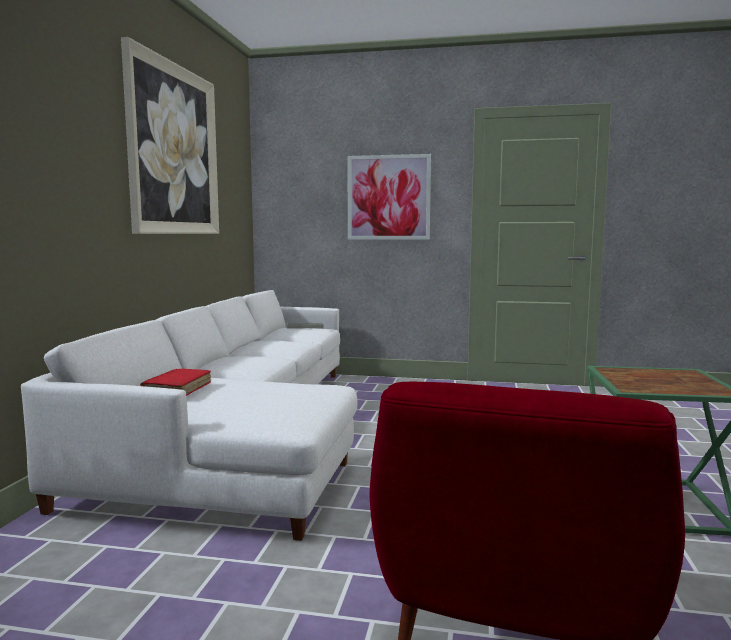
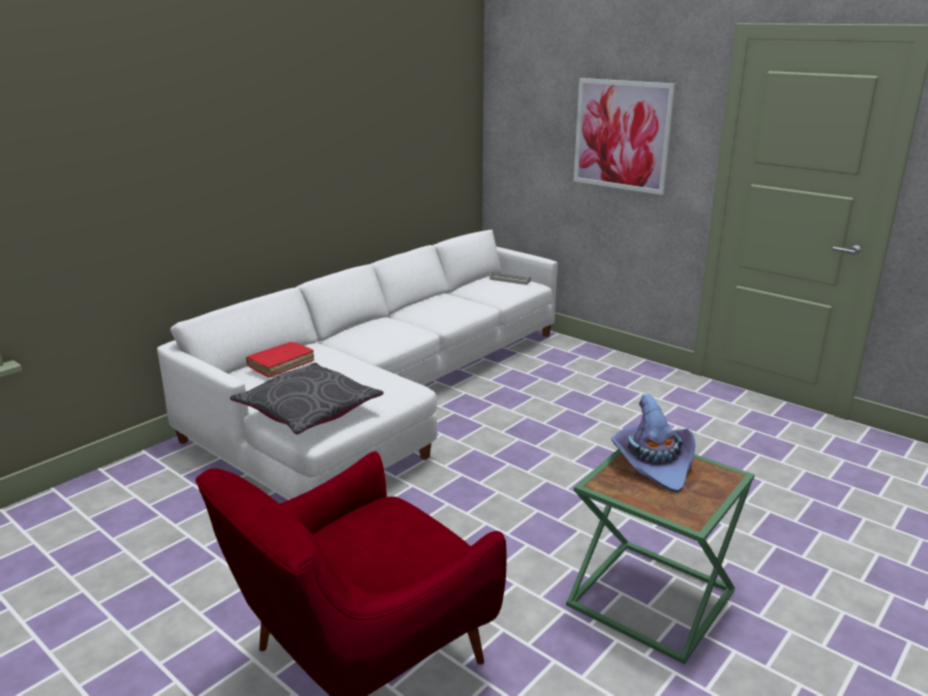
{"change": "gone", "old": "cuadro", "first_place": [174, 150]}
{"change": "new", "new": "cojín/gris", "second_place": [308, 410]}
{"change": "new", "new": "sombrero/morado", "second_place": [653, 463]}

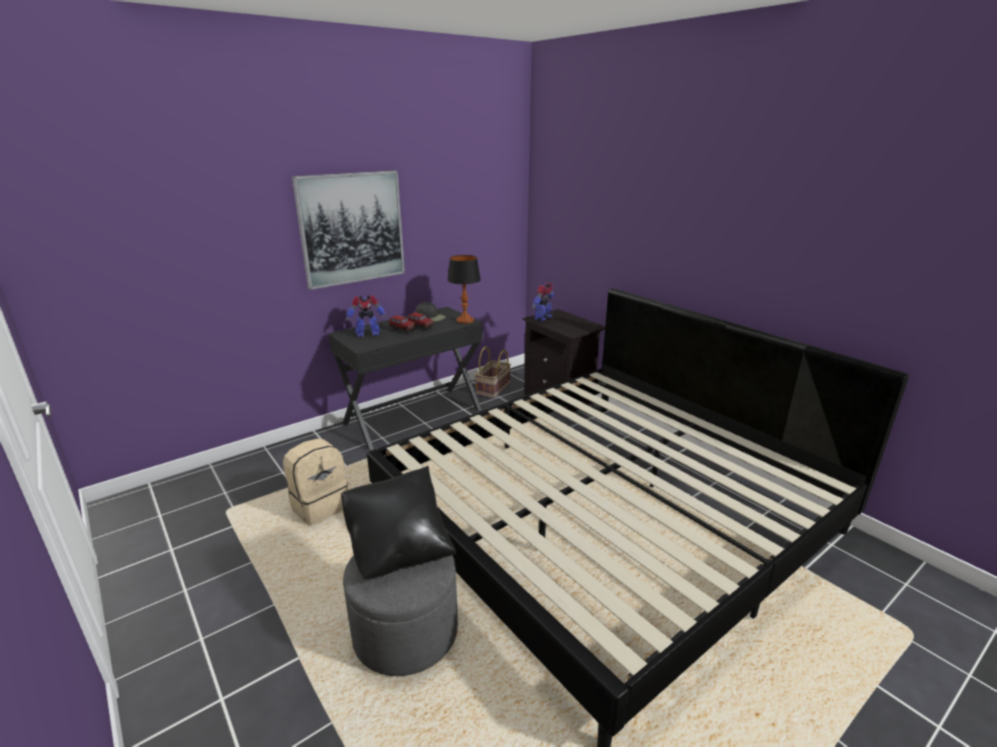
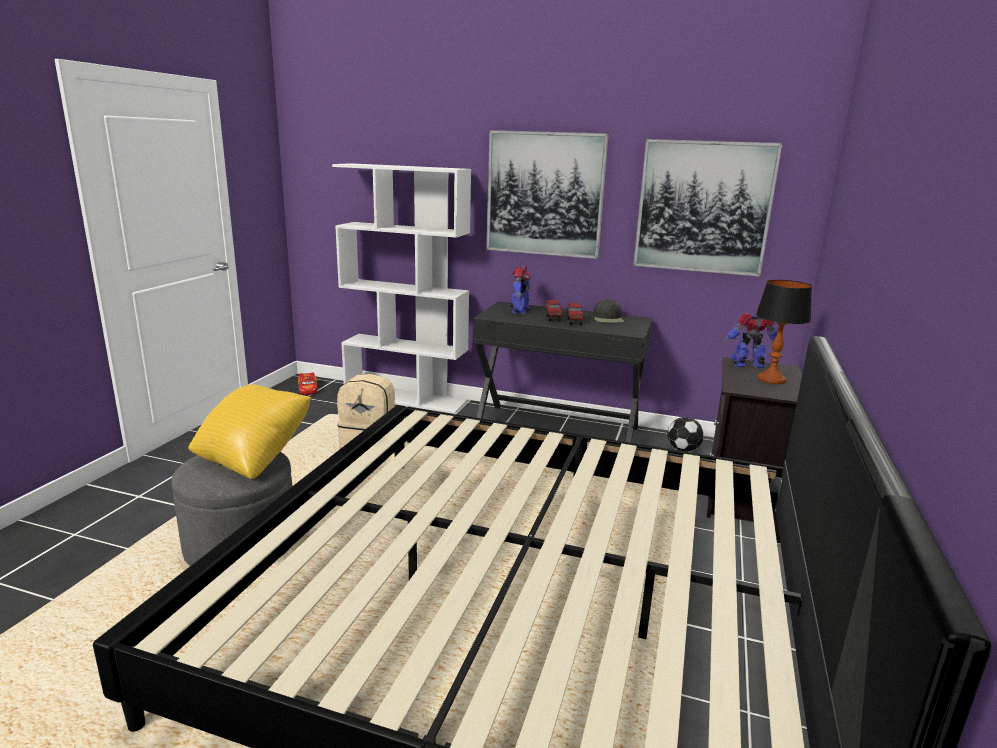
{"change": "repainted", "old": "cojín/negro", "new": "cojín/amarillo", "first_place": [399, 548], "second_place": [254, 458]}
{"change": "rotated", "old": "robot de juguete", "first_place": [367, 334], "second_place": [519, 311], "degrees": -120}
{"change": "shifted", "old": "lámpara de mesa", "first_place": [465, 321], "second_place": [771, 379]}
{"change": "swapped", "old": "cesta", "new": "balón de fútbol", "first_place": [493, 389], "second_place": [683, 450]}
{"change": "new", "new": "coche de juguete", "second_place": [308, 389]}
{"change": "new", "new": "estantería/blanco", "second_place": [406, 398]}
{"change": "new", "new": "cuadro", "second_place": [703, 207]}

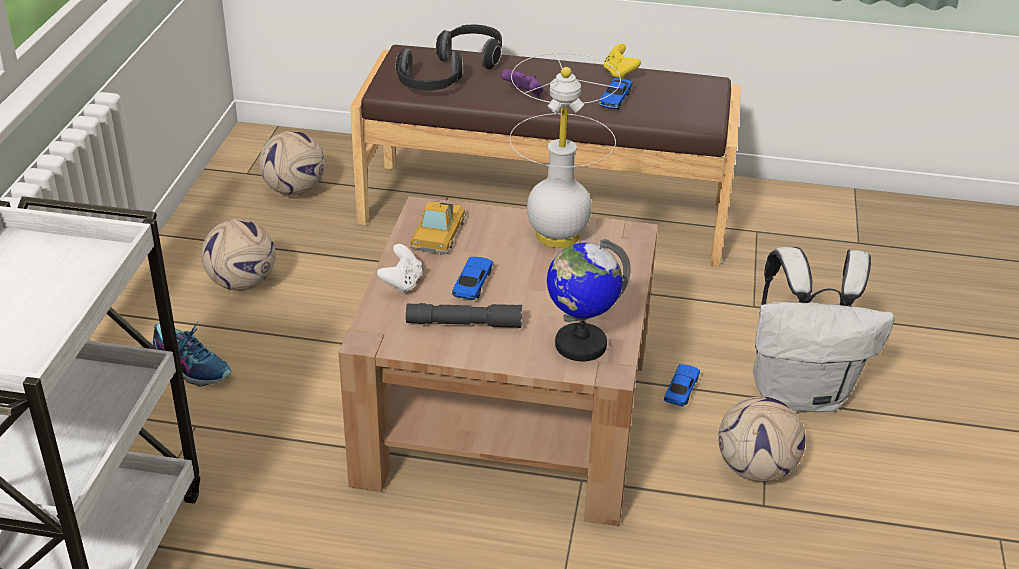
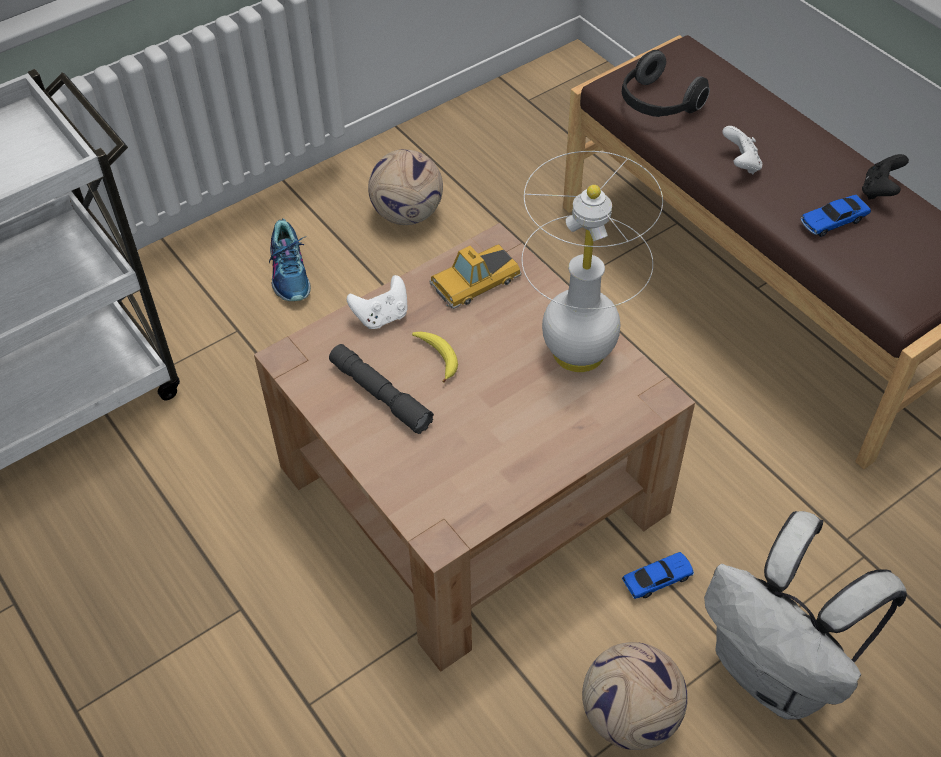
{"change": "gone", "old": "balón de fútbol", "first_place": [294, 191]}
{"change": "gone", "old": "auriculares", "first_place": [472, 56]}
{"change": "swapped", "old": "coche de juguete", "new": "plátano", "first_place": [472, 284], "second_place": [437, 357]}
{"change": "repainted", "old": "mando de consola/morado", "new": "mando de consola/blanco", "first_place": [523, 95], "second_place": [740, 164]}
{"change": "gone", "old": "globo terráqueo", "first_place": [580, 344]}
{"change": "repainted", "old": "mando de consola/amarillo", "new": "mando de consola/negro", "first_place": [619, 74], "second_place": [879, 191]}

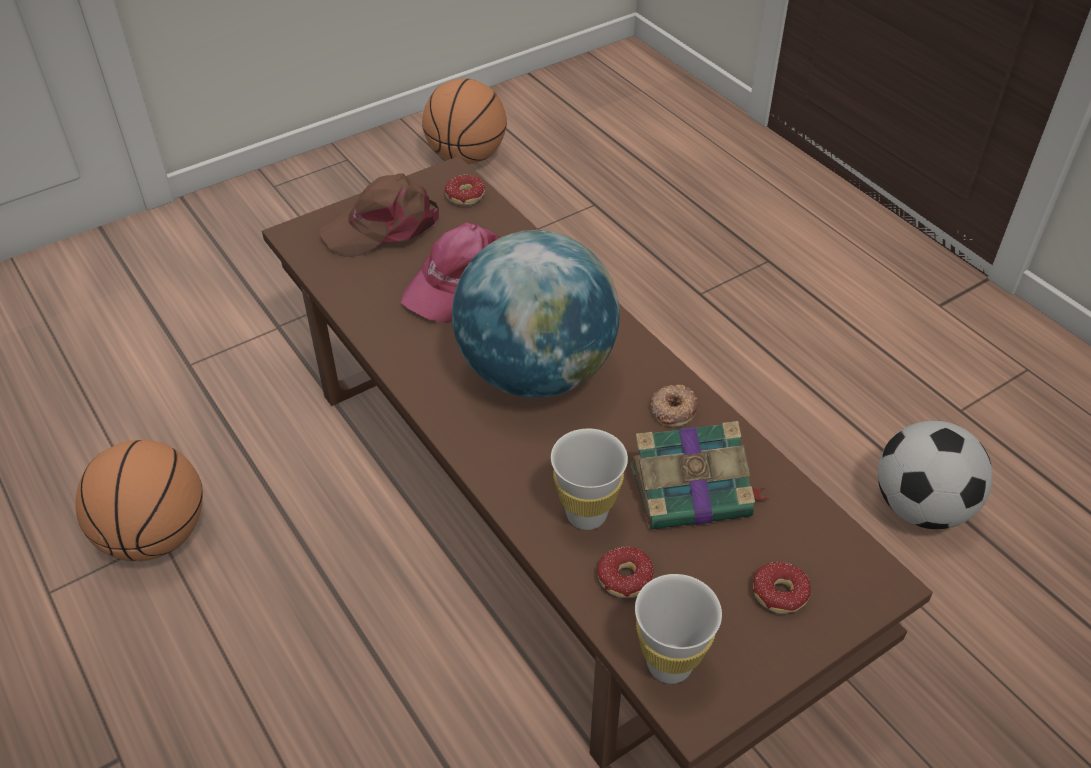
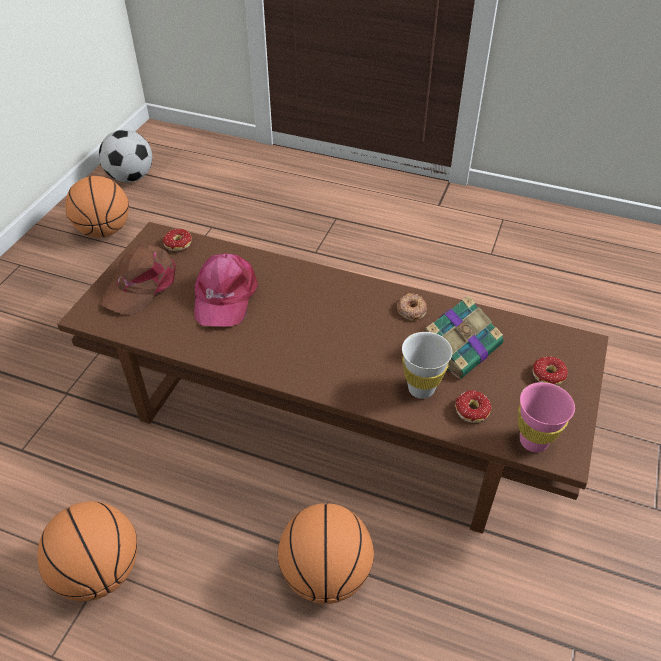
{"change": "gone", "old": "globo terráqueo", "first_place": [536, 372]}
{"change": "repainted", "old": "taza/blanco", "new": "taza/rosa", "first_place": [669, 664], "second_place": [533, 441]}
{"change": "shifted", "old": "balón de fútbol", "first_place": [920, 507], "second_place": [131, 177]}
{"change": "new", "new": "balón de baloncesto", "second_place": [326, 573]}

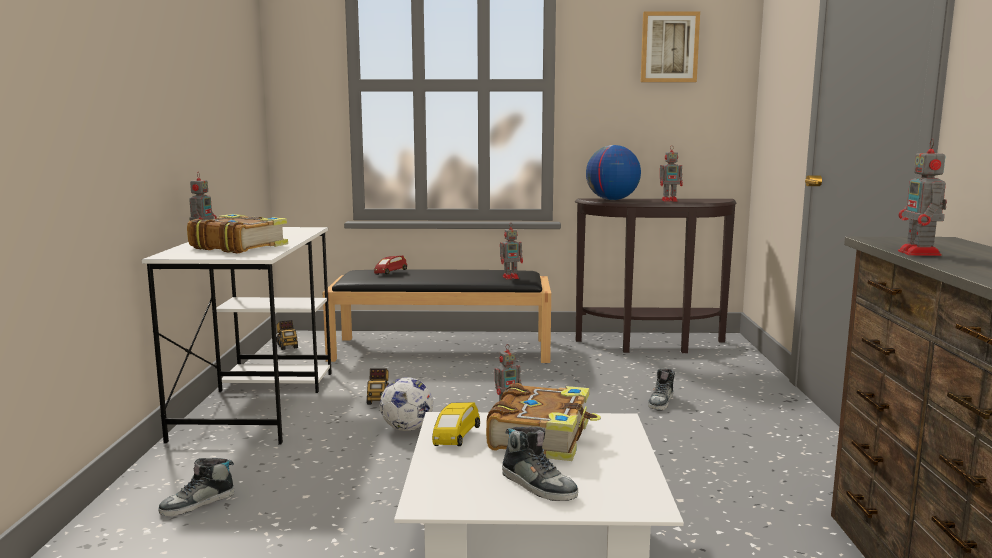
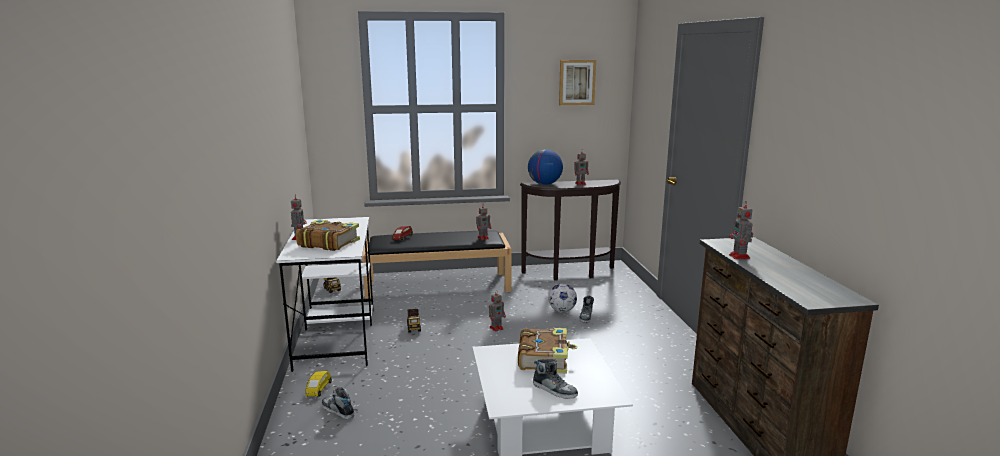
{"change": "rotated", "old": "zapato", "first_place": [198, 503], "second_place": [338, 411], "degrees": 90}
{"change": "shifted", "old": "balón de fútbol", "first_place": [407, 429], "second_place": [562, 311]}
{"change": "shifted", "old": "coche de juguete/amarillo", "first_place": [455, 438], "second_place": [318, 390]}

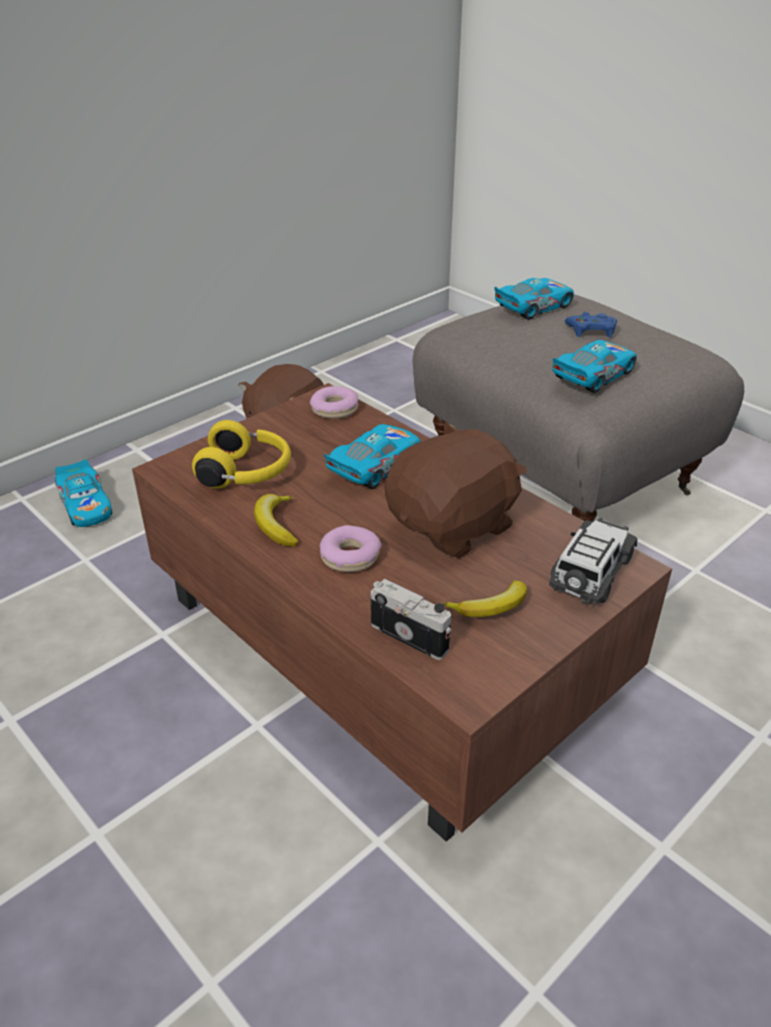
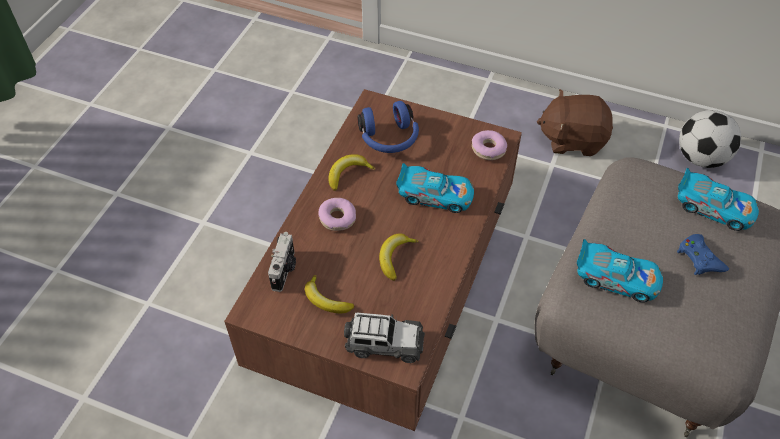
{"change": "gone", "old": "coche de juguete", "first_place": [86, 505]}
{"change": "repainted", "old": "auriculares/amarillo", "new": "auriculares/azul", "first_place": [247, 473], "second_place": [389, 139]}
{"change": "swapped", "old": "peluche/marrón", "new": "plátano", "first_place": [454, 526], "second_place": [395, 257]}
{"change": "new", "new": "balón de fútbol", "second_place": [701, 158]}

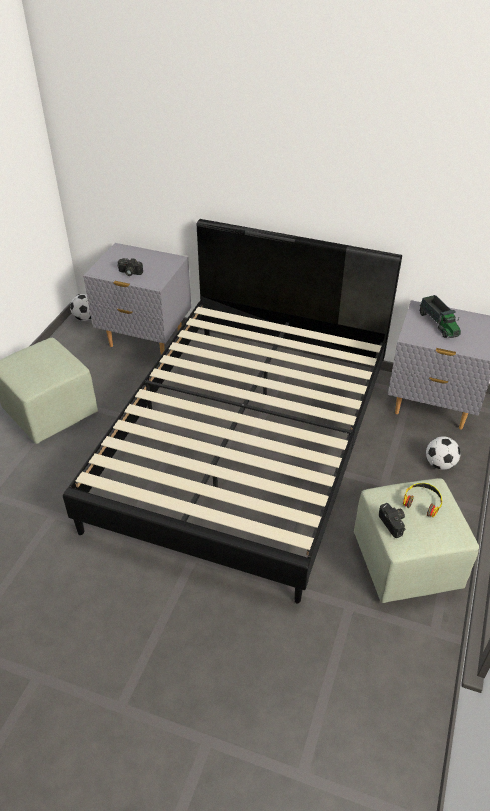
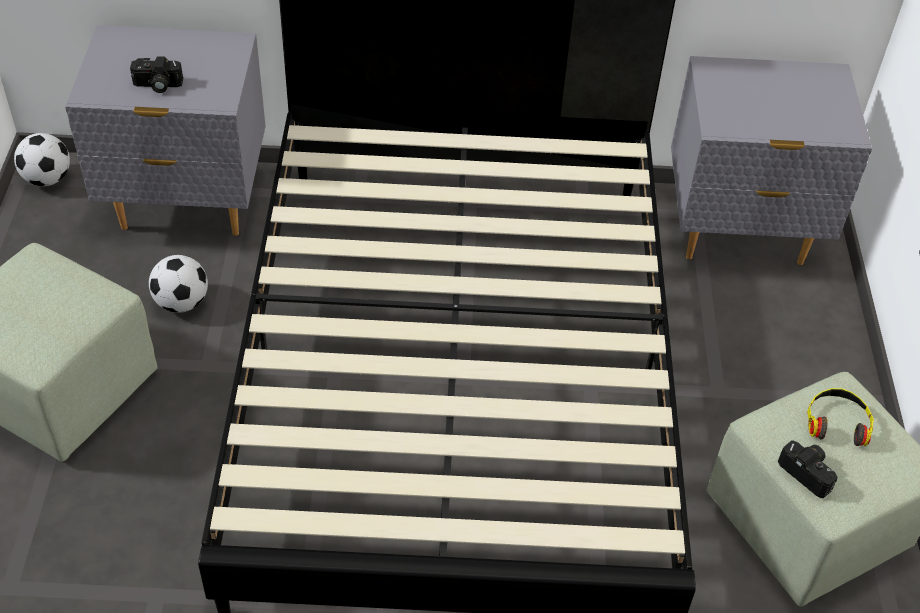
{"change": "gone", "old": "camión de juguete", "first_place": [439, 324]}
{"change": "shifted", "old": "balón de fútbol", "first_place": [440, 464], "second_place": [182, 303]}

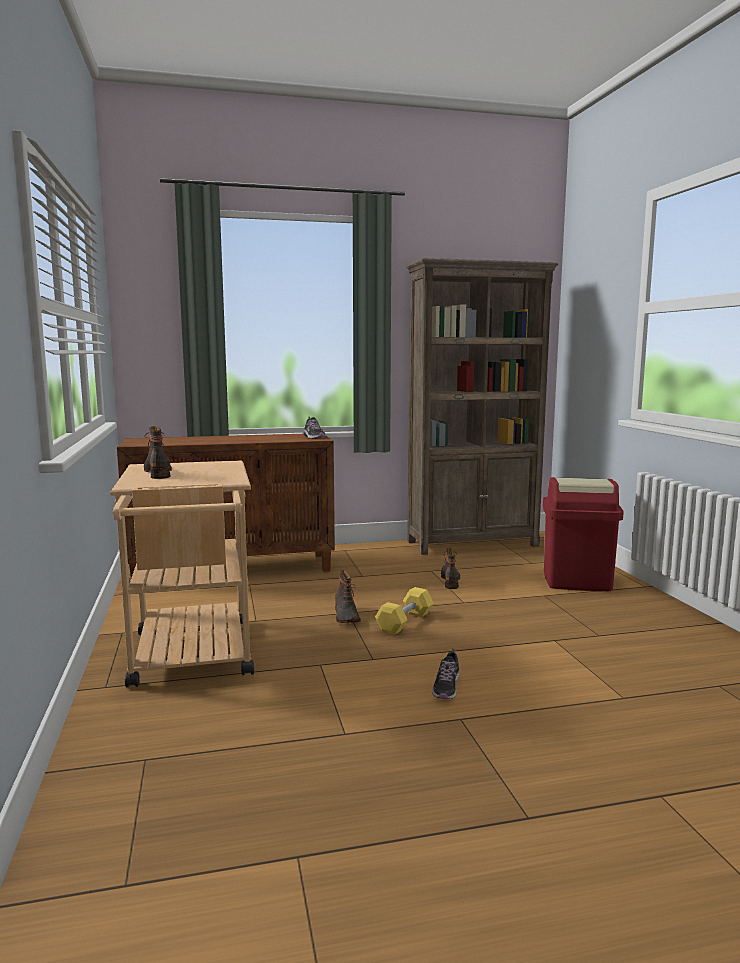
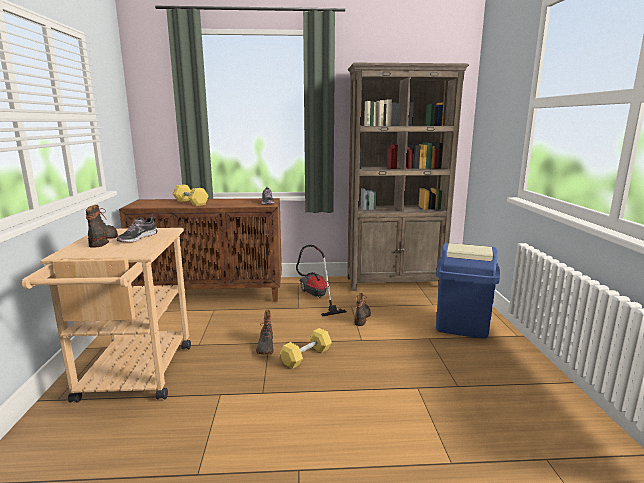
{"change": "shifted", "old": "zapato", "first_place": [446, 687], "second_place": [137, 238]}
{"change": "repainted", "old": "papelera/rojo", "new": "papelera/azul", "first_place": [576, 581], "second_place": [461, 325]}
{"change": "new", "new": "mancuerna/amarillo", "second_place": [190, 202]}
{"change": "new", "new": "aspiradora", "second_place": [316, 297]}

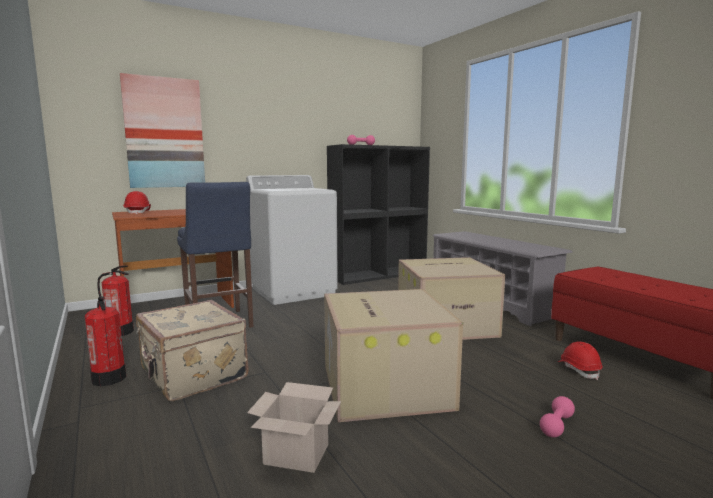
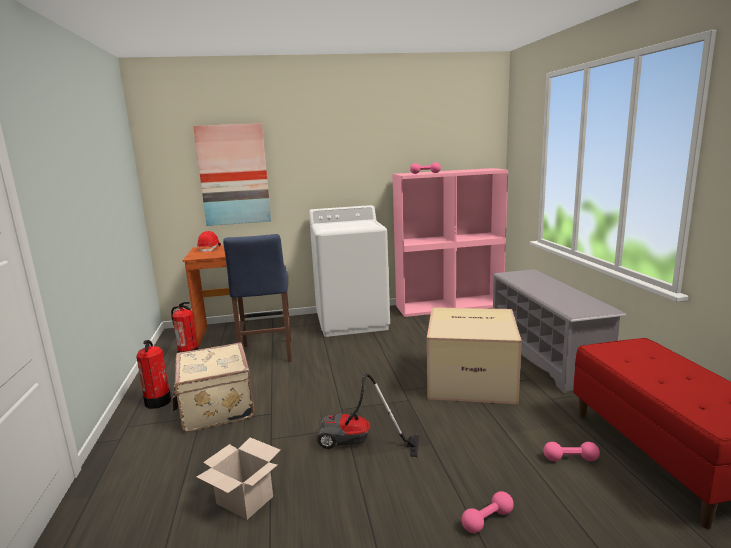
{"change": "swapped", "old": "caja de cartón", "new": "aspiradora", "first_place": [383, 385], "second_place": [358, 444]}
{"change": "repainted", "old": "estantería/negro", "new": "estantería/rosa", "first_place": [378, 275], "second_place": [449, 306]}
{"change": "swapped", "old": "casco/rojo", "new": "mancuerna/rosa", "first_place": [578, 370], "second_place": [570, 459]}

